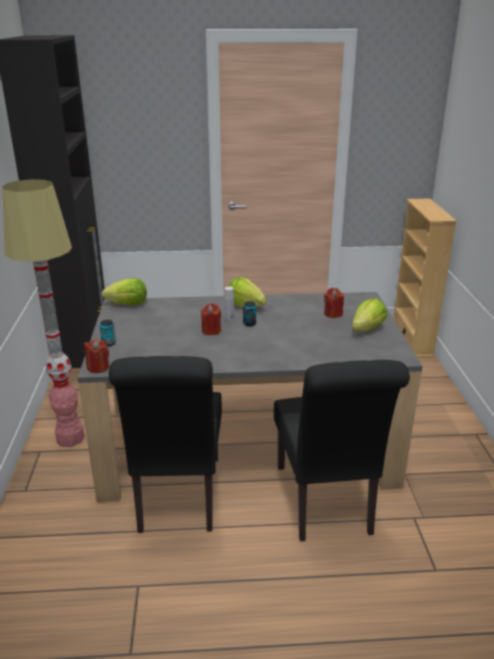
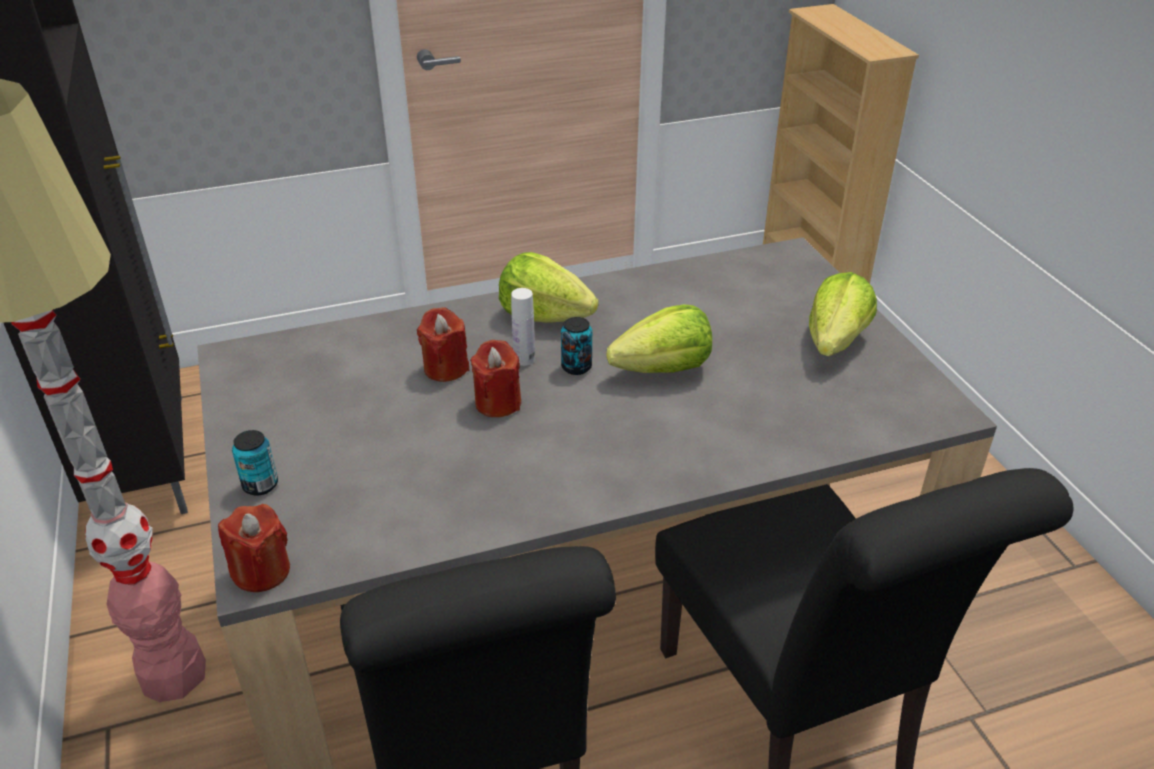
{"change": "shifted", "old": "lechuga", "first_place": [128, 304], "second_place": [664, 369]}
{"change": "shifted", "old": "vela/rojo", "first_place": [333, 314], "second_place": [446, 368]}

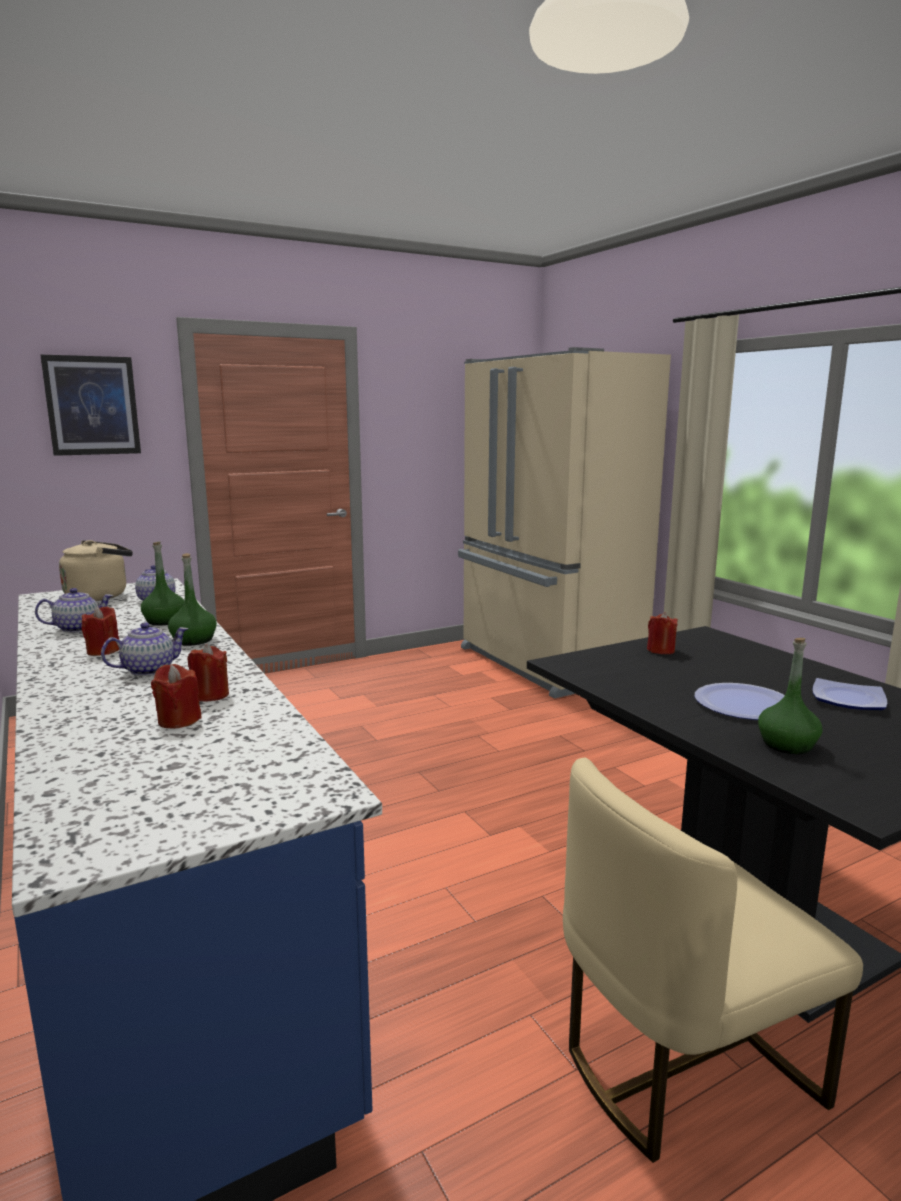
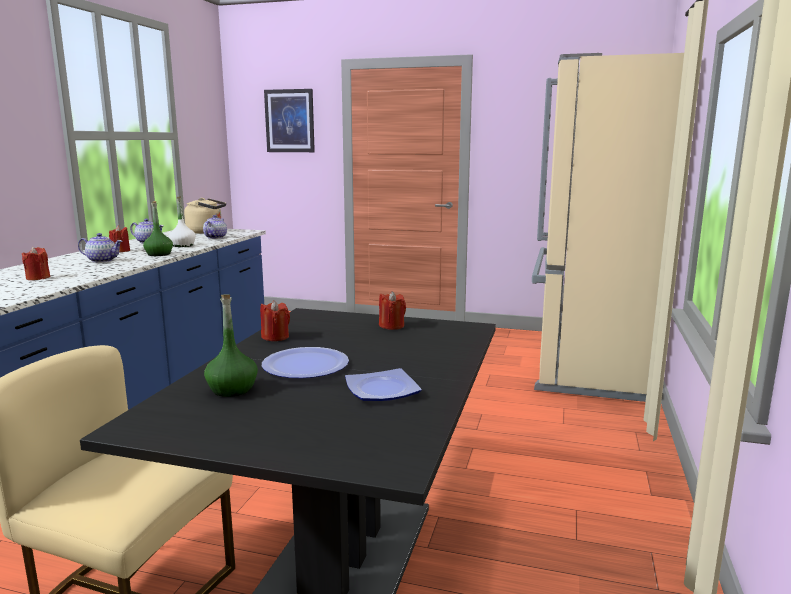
{"change": "repainted", "old": "botella/verde", "new": "botella/blanco", "first_place": [164, 621], "second_place": [183, 245]}
{"change": "shifted", "old": "vela/rojo", "first_place": [210, 695], "second_place": [275, 337]}

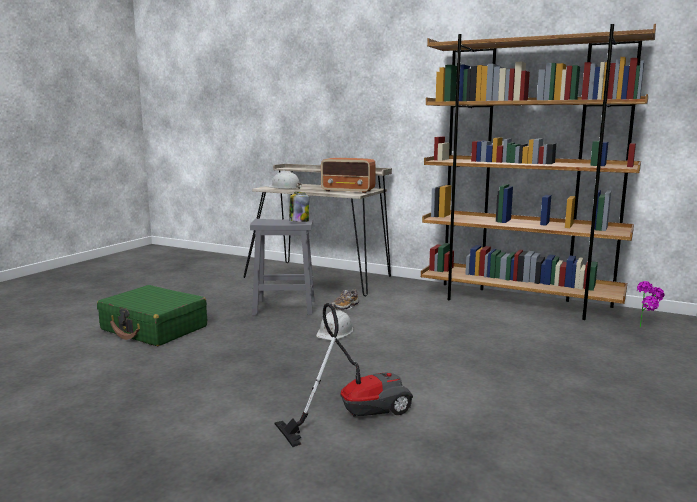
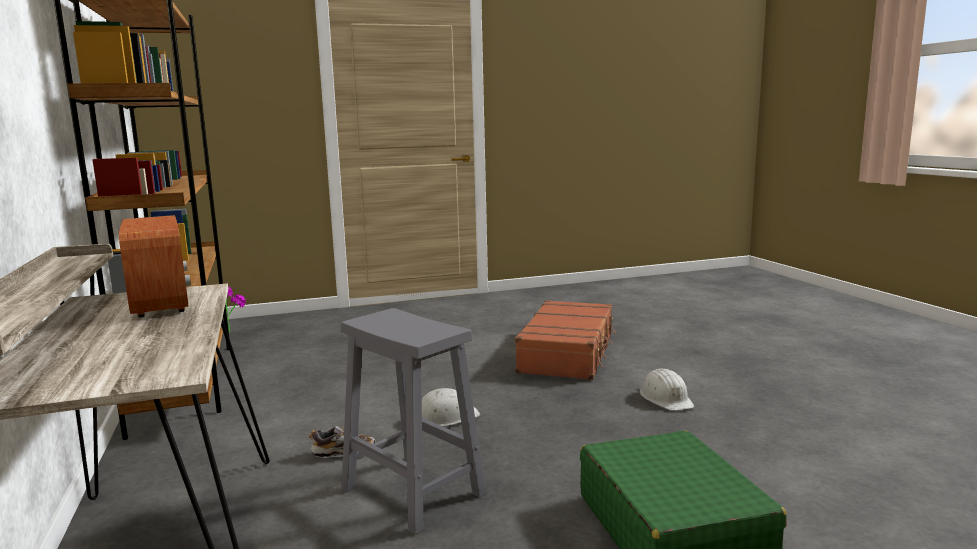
{"change": "shifted", "old": "casco/blanco", "first_place": [284, 187], "second_place": [666, 398]}
{"change": "swapped", "old": "aspiradora", "new": "maleta/marrón", "first_place": [354, 413], "second_place": [568, 353]}
{"change": "gone", "old": "tarro", "first_place": [299, 221]}

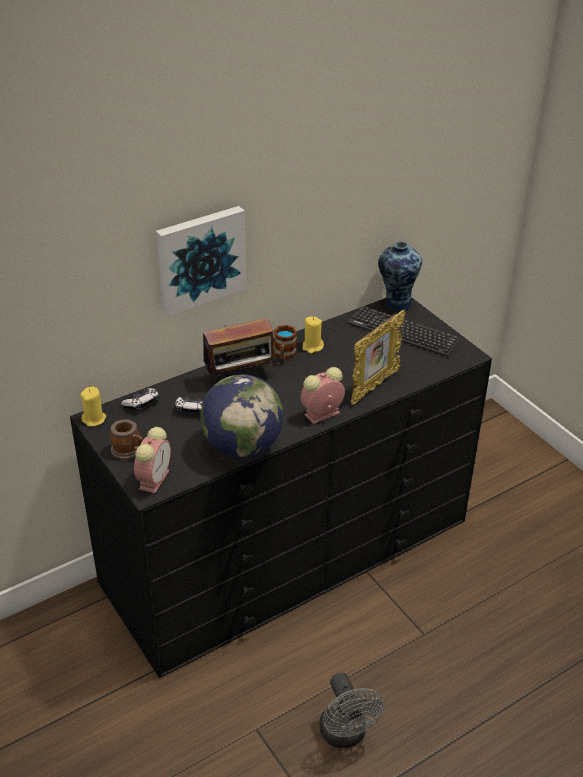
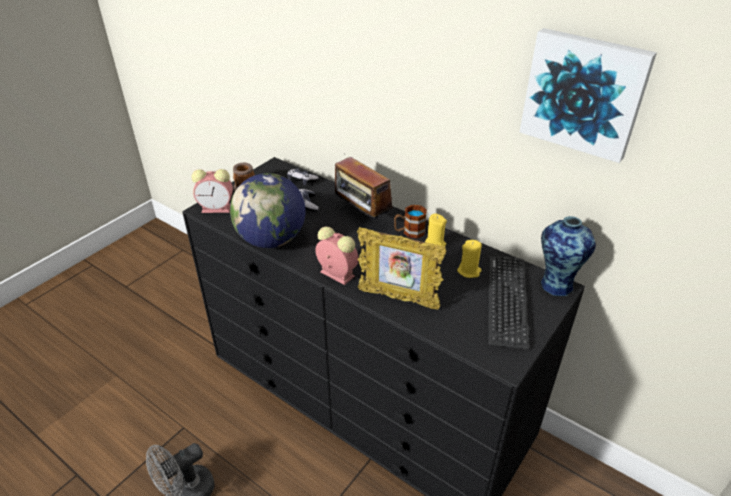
{"change": "shifted", "old": "vela/amarillo", "first_place": [94, 419], "second_place": [469, 271]}
{"change": "shifted", "old": "cuadro", "first_place": [200, 258], "second_place": [584, 93]}

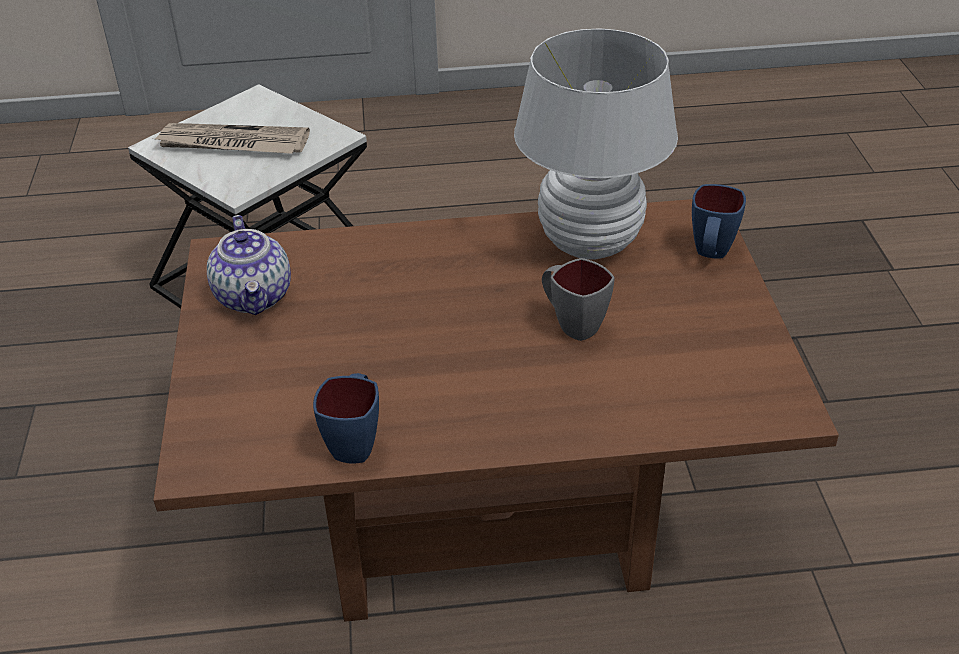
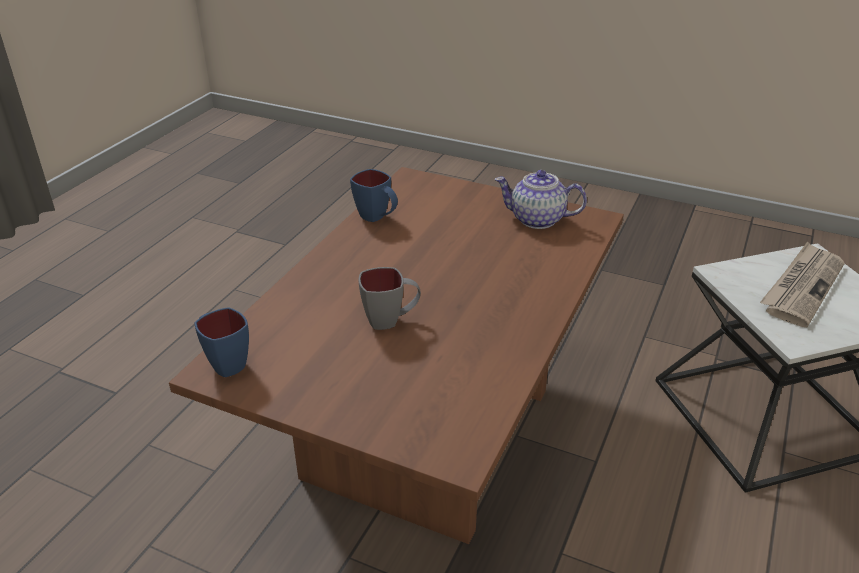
{"change": "gone", "old": "lámpara de mesa/blanco", "first_place": [590, 243]}
{"change": "shifted", "old": "taza grande/azul", "first_place": [710, 255], "second_place": [224, 362]}

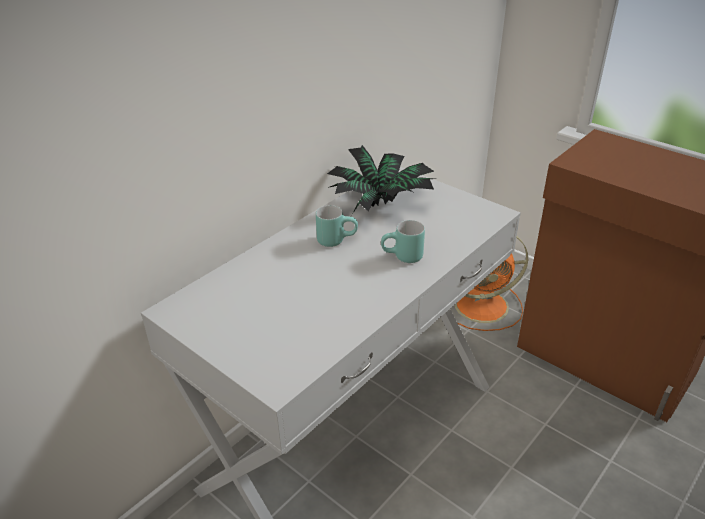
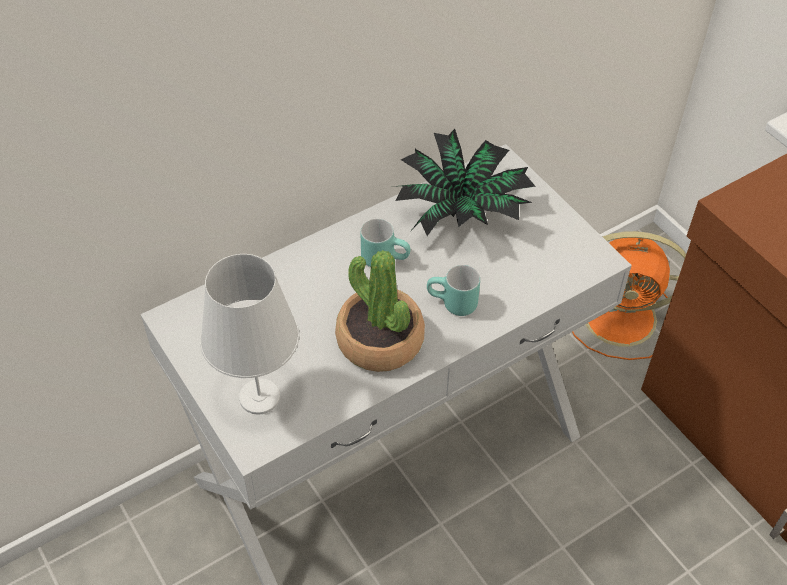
{"change": "new", "new": "lámpara de mesa/blanco", "second_place": [258, 397]}
{"change": "new", "new": "planta en maceta", "second_place": [379, 340]}

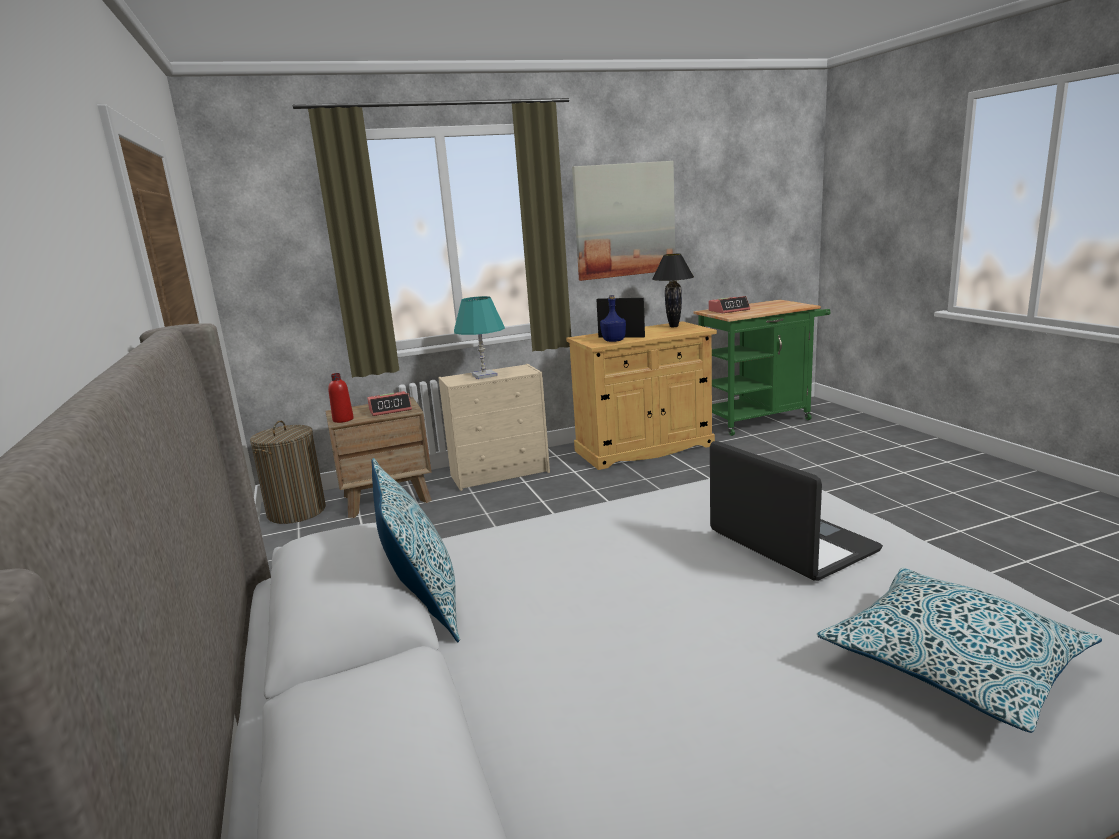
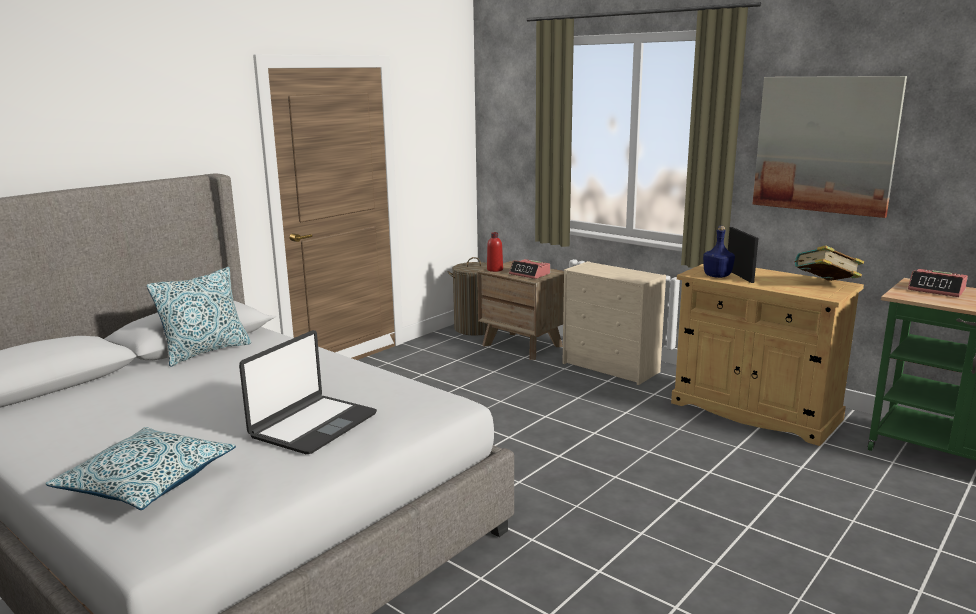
{"change": "gone", "old": "lámpara de mesa/turquesa", "first_place": [484, 375]}
{"change": "swapped", "old": "lámpara de mesa/negro", "new": "libro", "first_place": [674, 326], "second_place": [825, 285]}

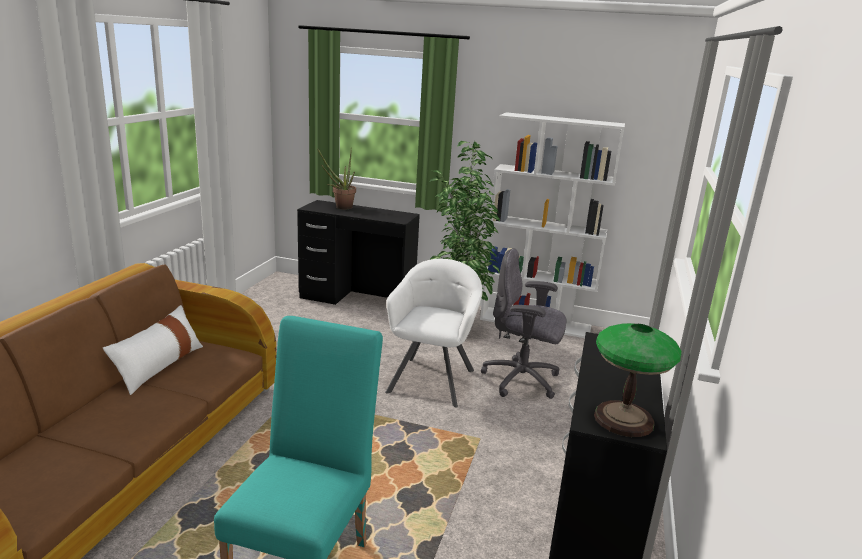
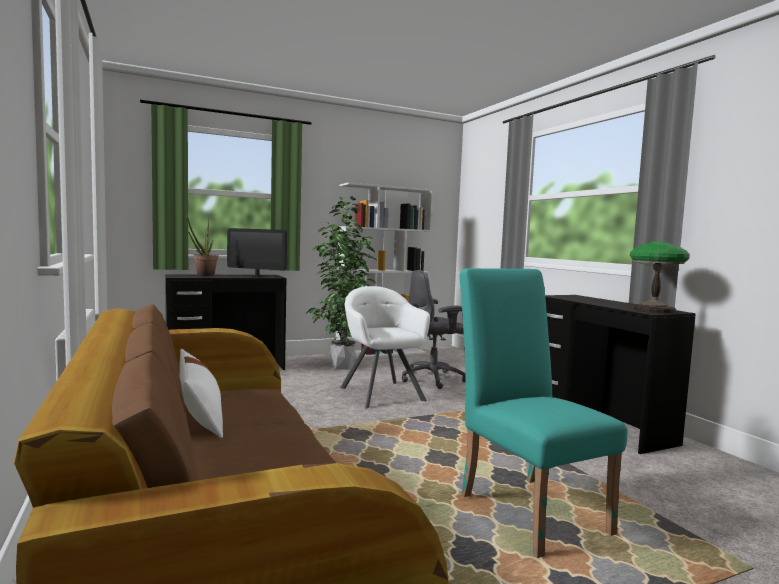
{"change": "new", "new": "monitor", "second_place": [257, 276]}

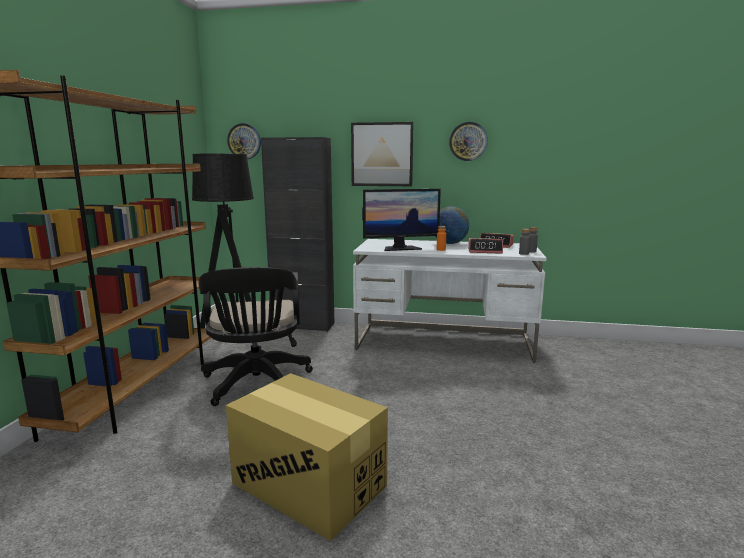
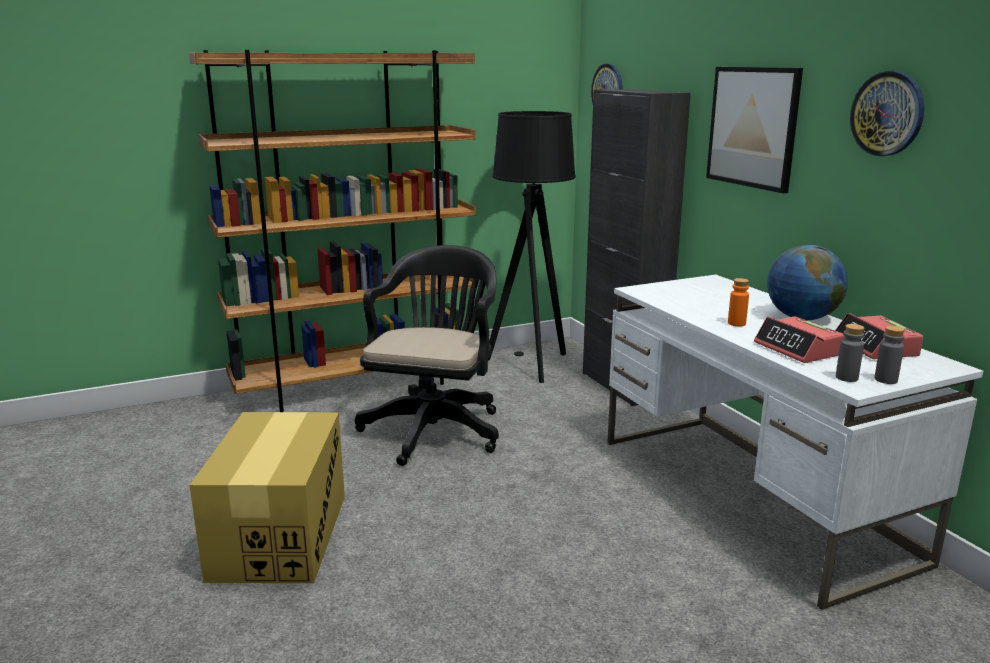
{"change": "rotated", "old": "silla de oficina/negro", "first_place": [256, 385], "second_place": [435, 428], "degrees": 150}
{"change": "gone", "old": "monitor", "first_place": [400, 248]}

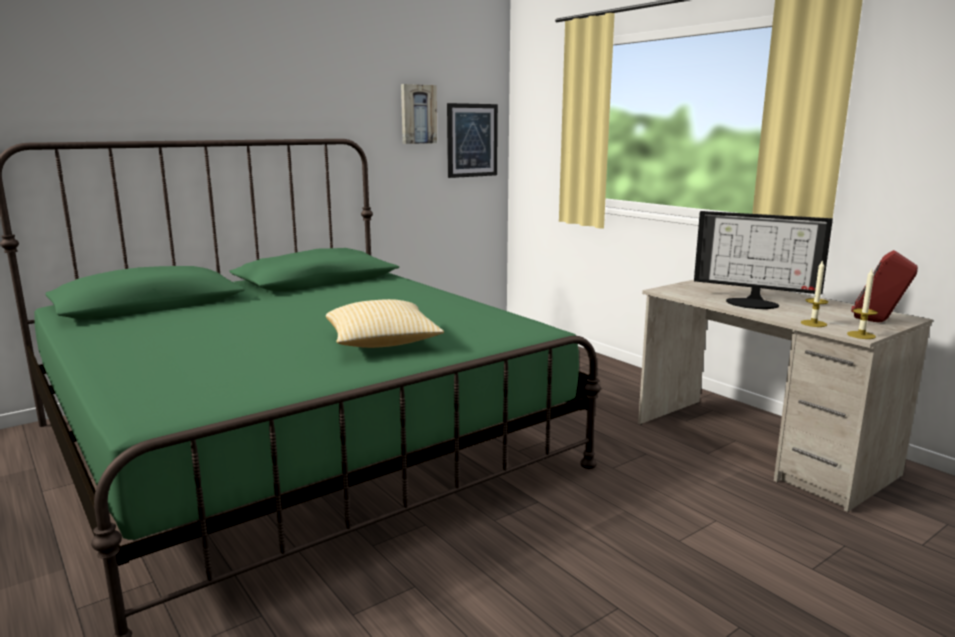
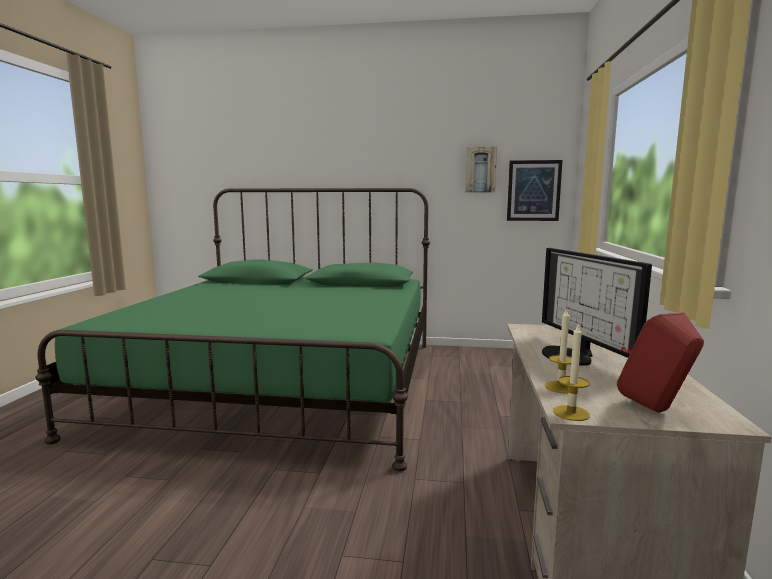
{"change": "gone", "old": "cojín", "first_place": [382, 343]}

